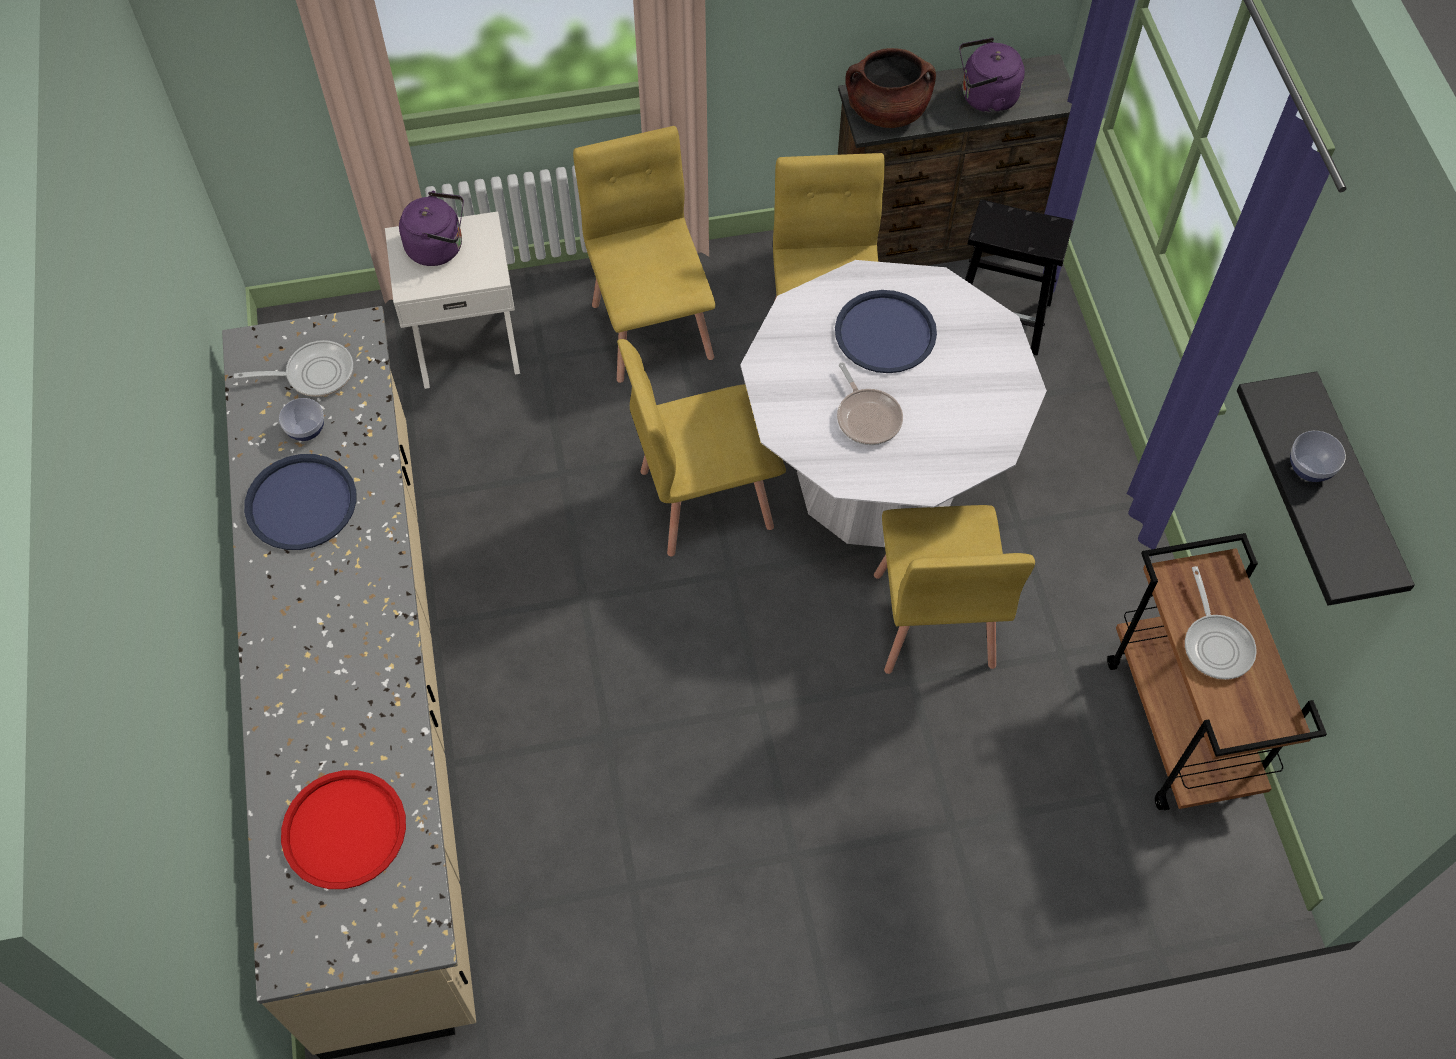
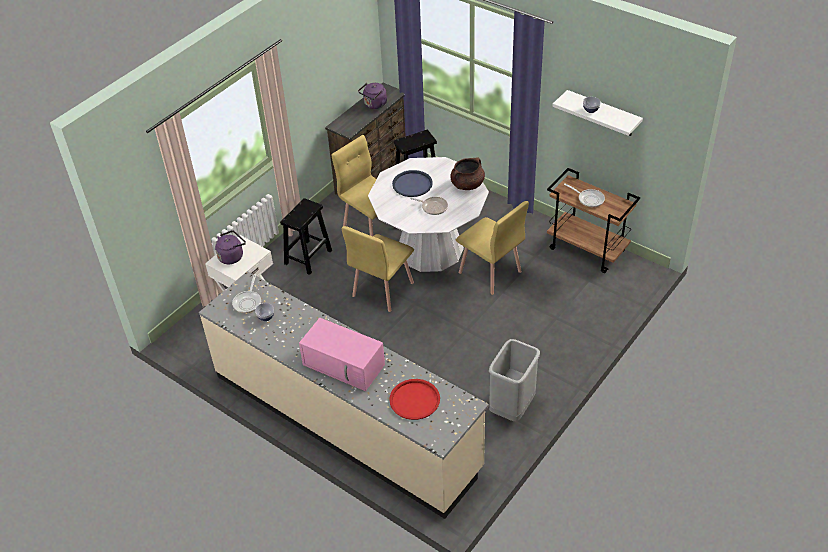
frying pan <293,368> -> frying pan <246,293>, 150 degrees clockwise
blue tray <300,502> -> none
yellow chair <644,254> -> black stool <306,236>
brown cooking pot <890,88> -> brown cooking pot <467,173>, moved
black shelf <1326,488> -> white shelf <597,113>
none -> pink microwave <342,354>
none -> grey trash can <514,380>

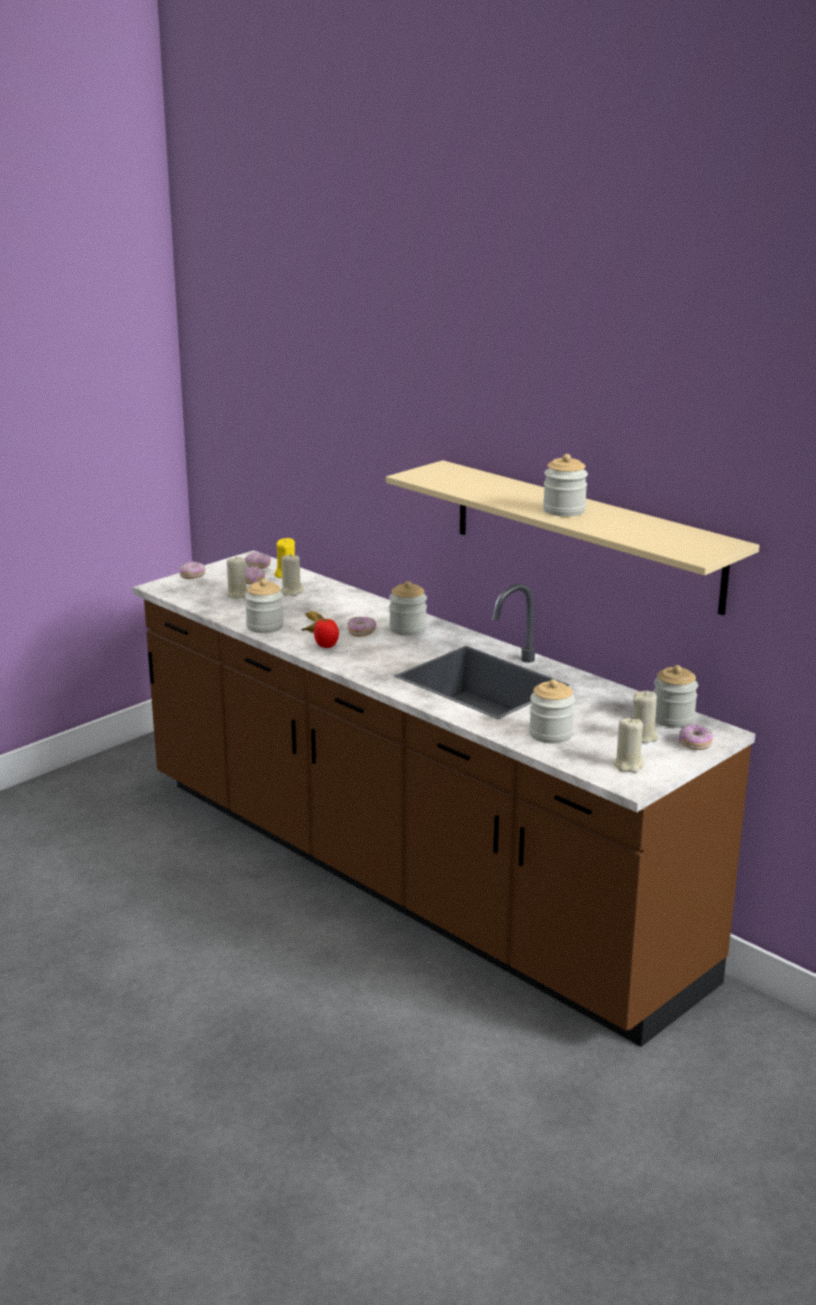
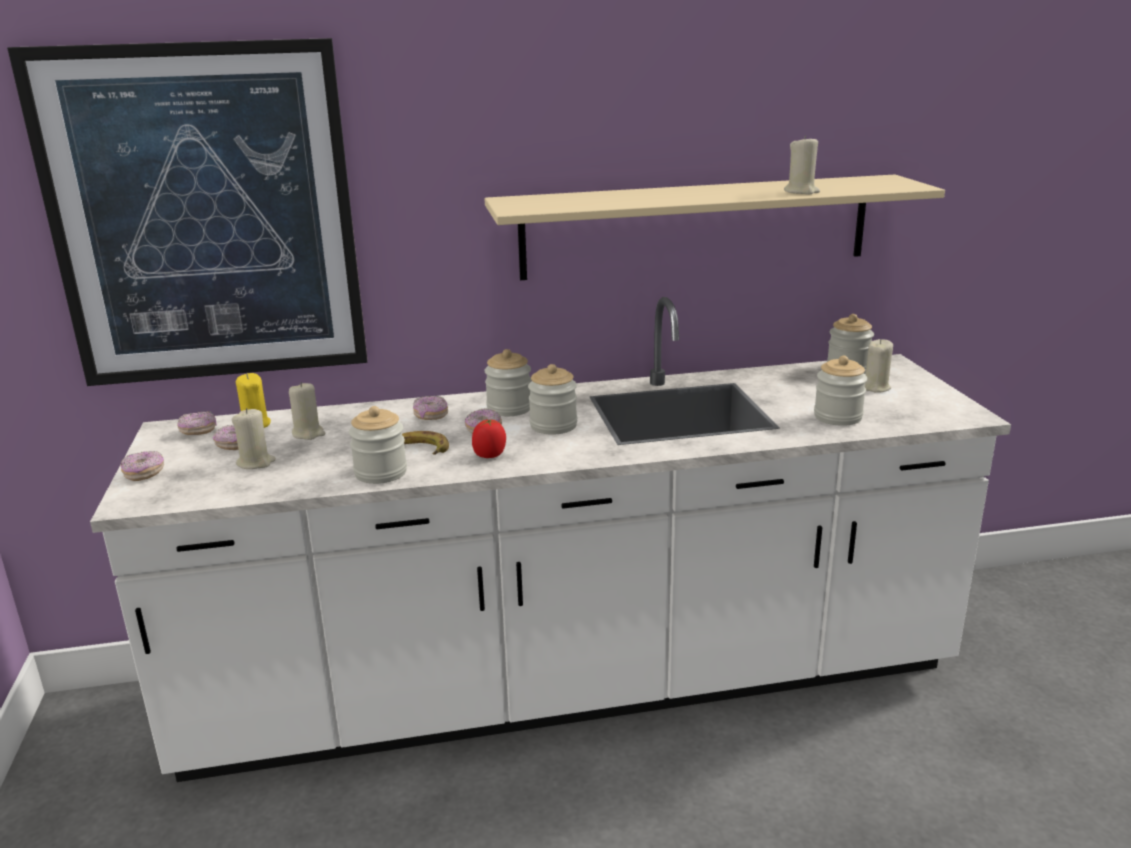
brown counter <444,798> -> white counter <550,539>
jar <565,485> -> jar <552,399>, moved
beige candle <628,745> -> beige candle <802,164>, moved
donut <696,737> -> donut <430,408>, moved
none -> picture <187,212>

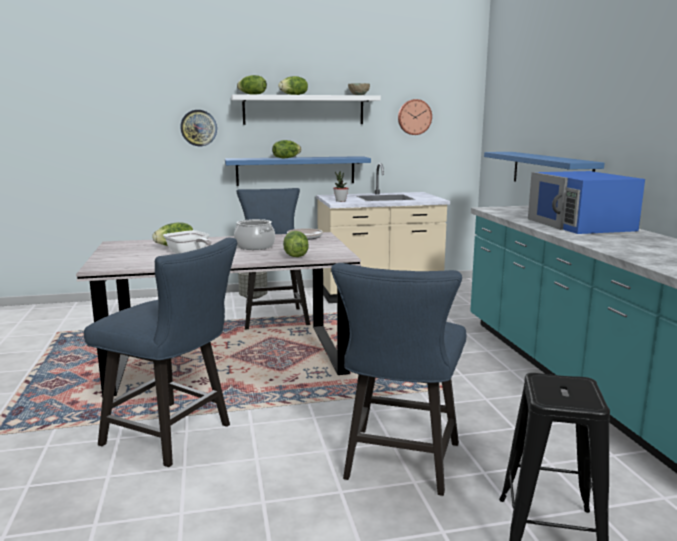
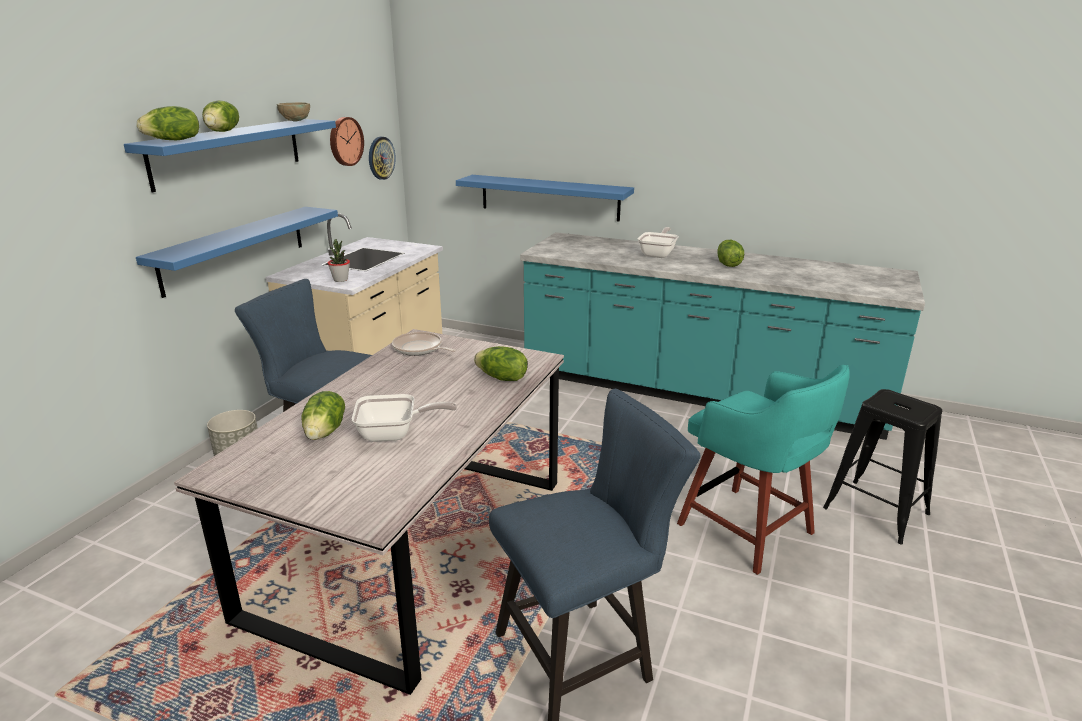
wall clock <198,128> -> wall clock <382,158>, moved
white shelf <306,109> -> blue shelf <230,155>
cooking pot <254,234> -> none
lettuce <286,149> -> lettuce <730,253>, moved
blue chair <398,379> -> turquoise stool <763,470>
blue microwave <586,202> -> frying pan <658,242>

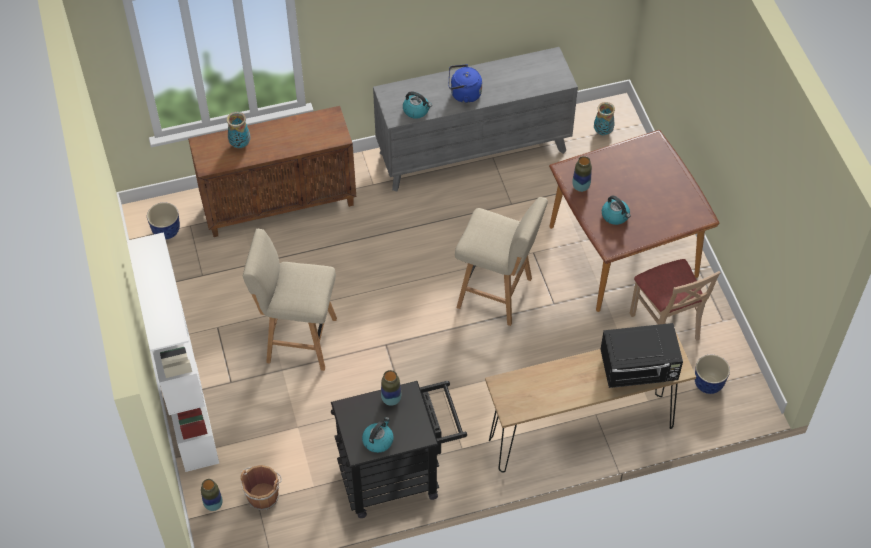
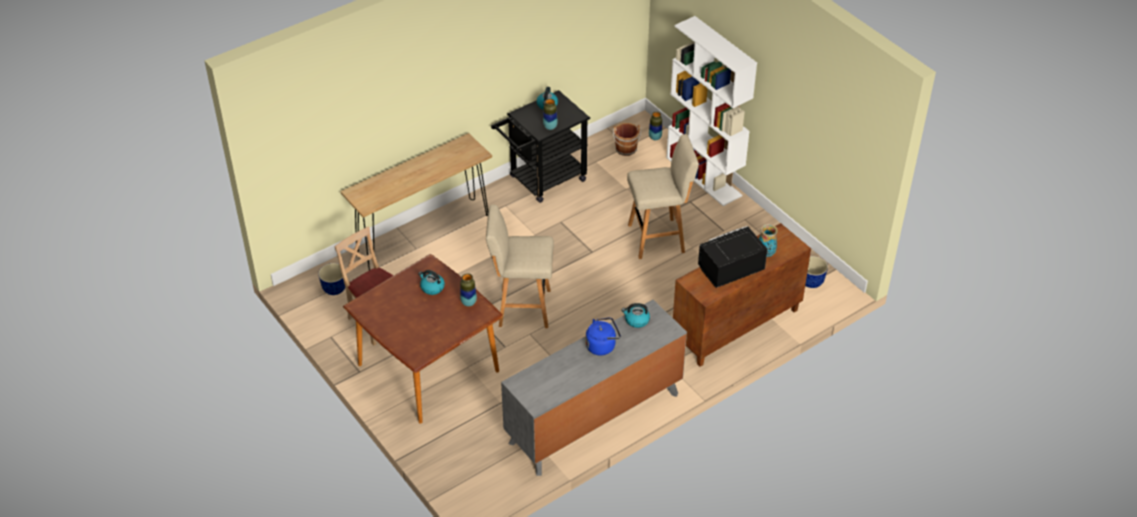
vase <604,118> -> none
black microwave <641,355> -> black microwave <733,257>, moved

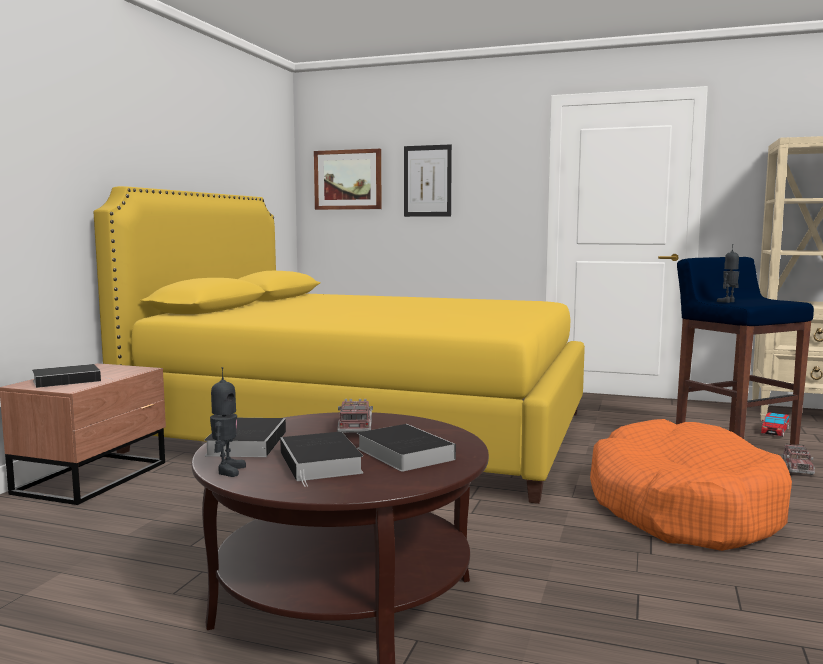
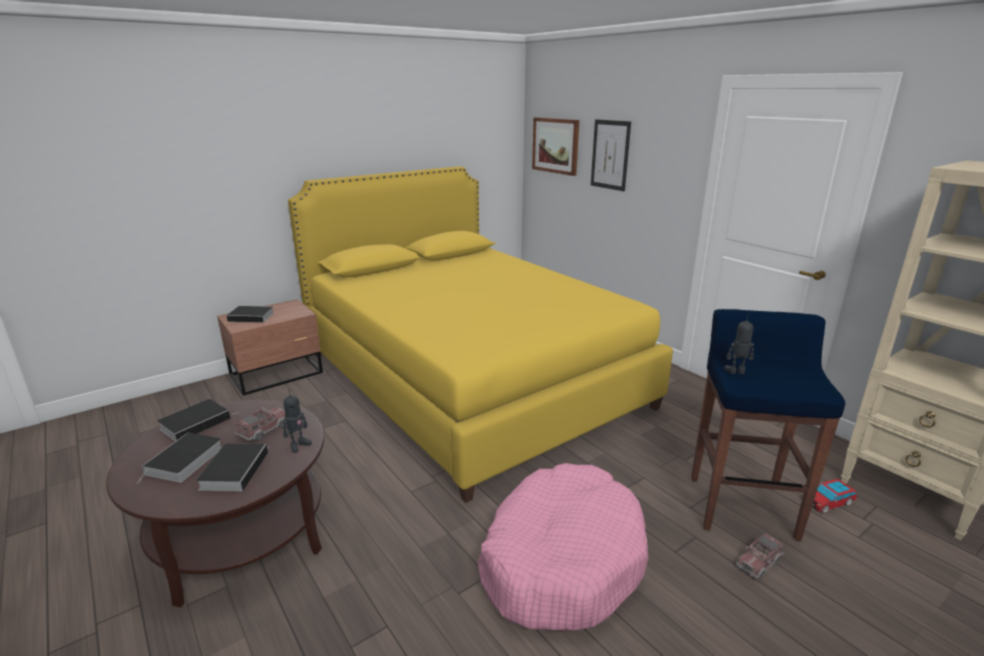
toy robot <228,422> -> toy robot <297,421>, moved
orange dog bed <691,485> -> pink dog bed <563,547>

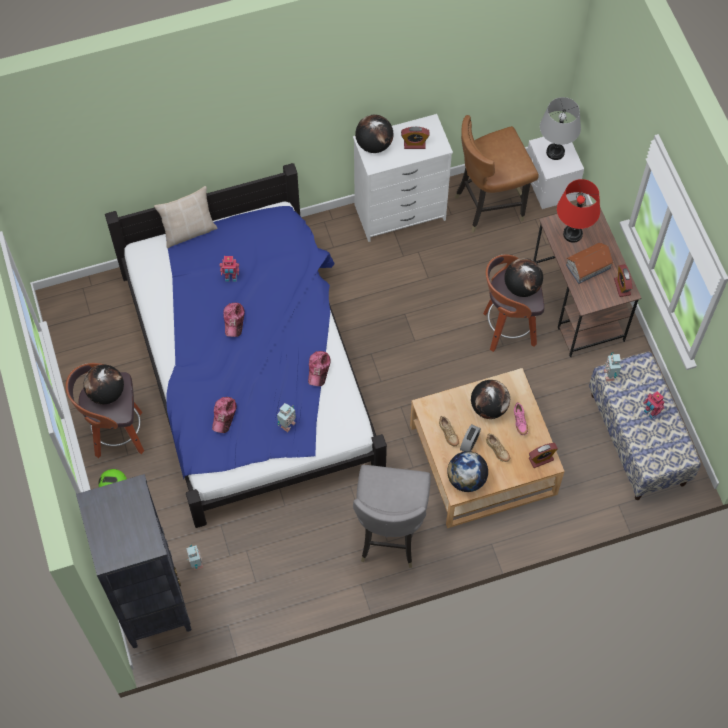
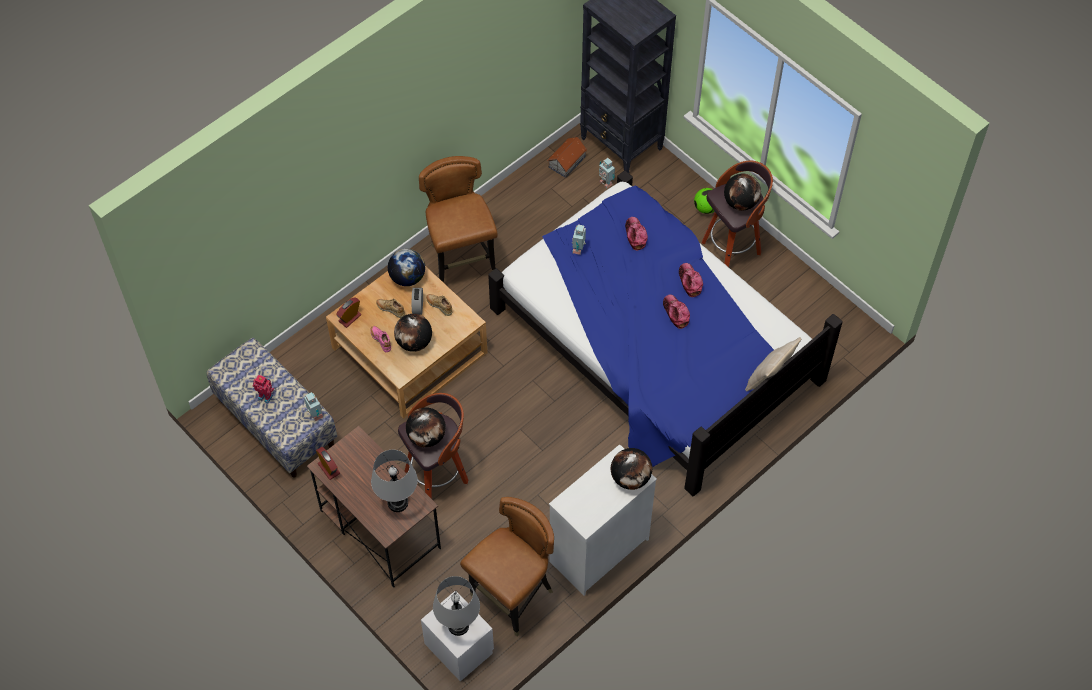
toy robot <229,269> -> none
cap <319,368> -> cap <691,280>, moved
grey chair <392,516> -> brown chair <458,219>
alarm clock <415,138> -> none
red table lamp <578,211> -> grey table lamp <394,481>
toy house <590,263> -> toy house <567,157>, moved

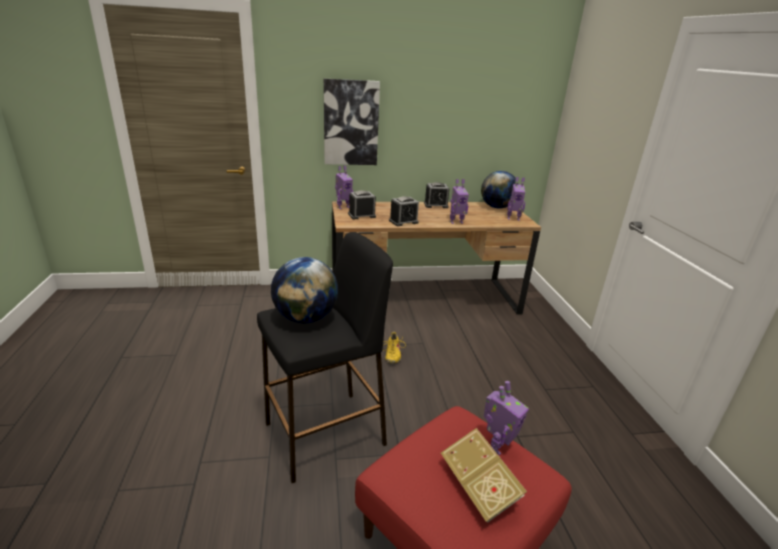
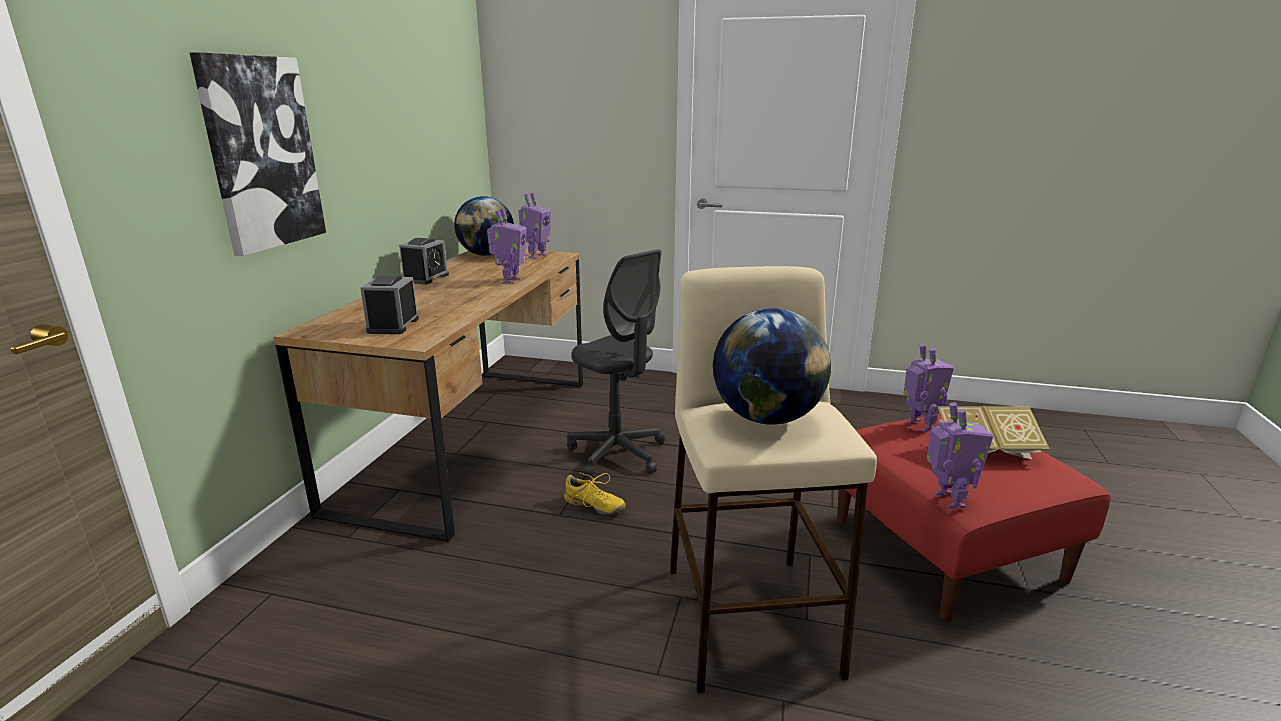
black stool <325,357> -> beige stool <773,479>
toy robot <344,187> -> toy robot <959,455>, moved
alarm clock <404,211> -> none
none -> grey office chair <616,363>

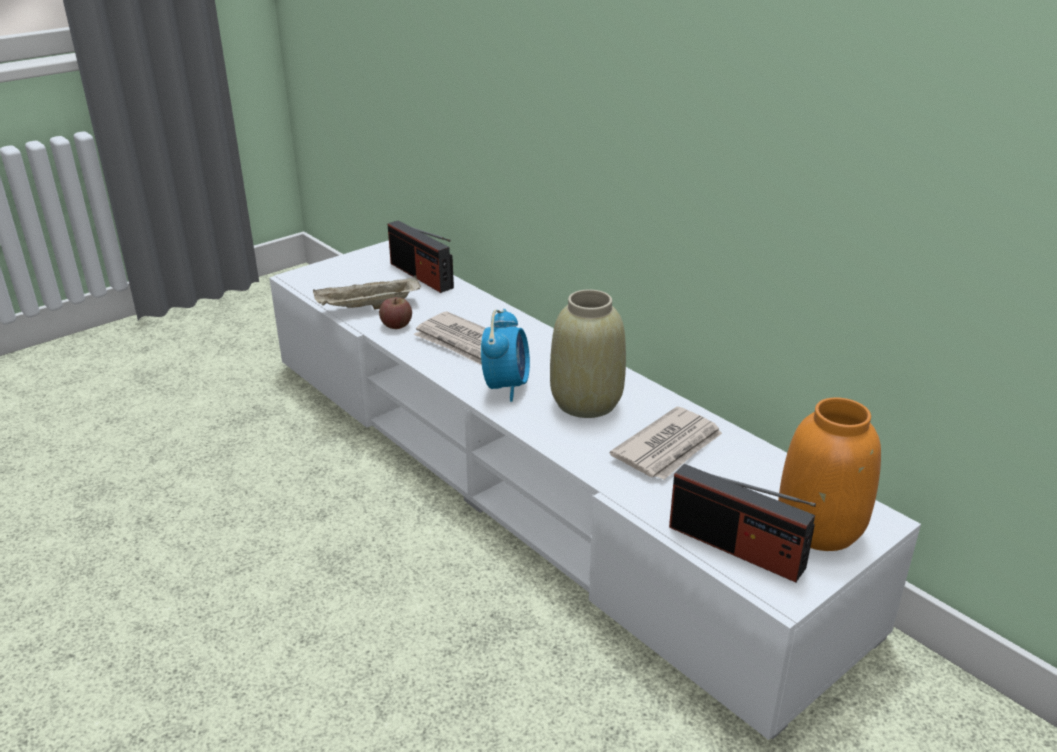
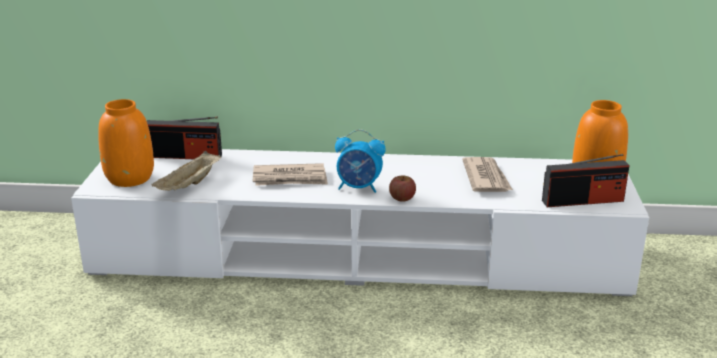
apple <395,313> -> apple <402,189>, moved
alarm clock <505,355> -> alarm clock <360,161>, 135 degrees clockwise
beige vase <588,353> -> none
none -> orange vase <126,143>

